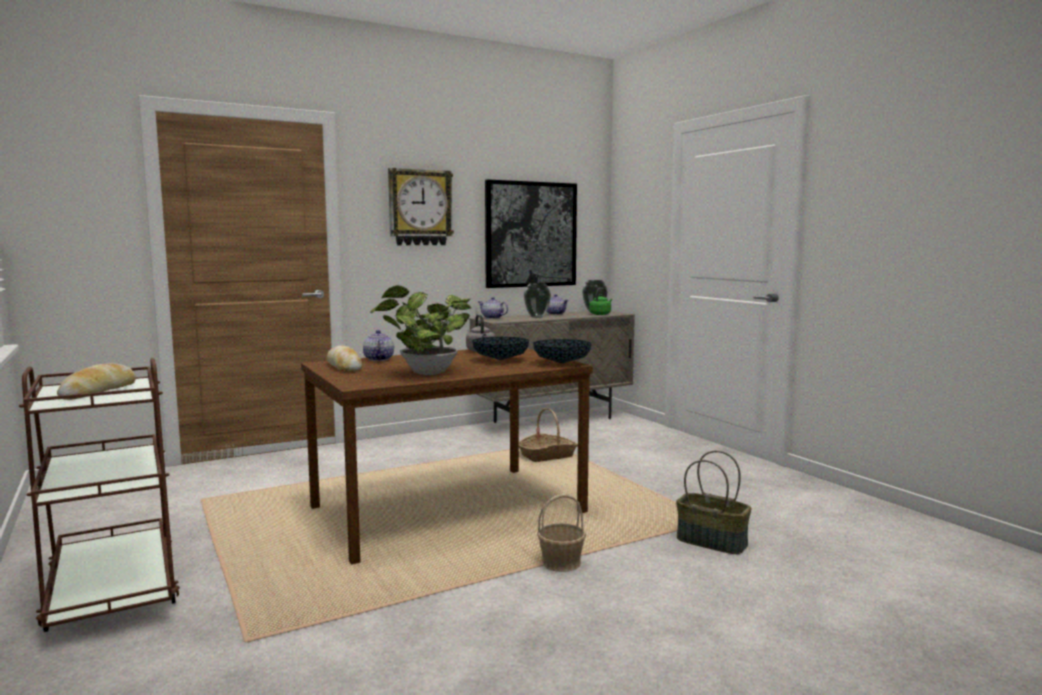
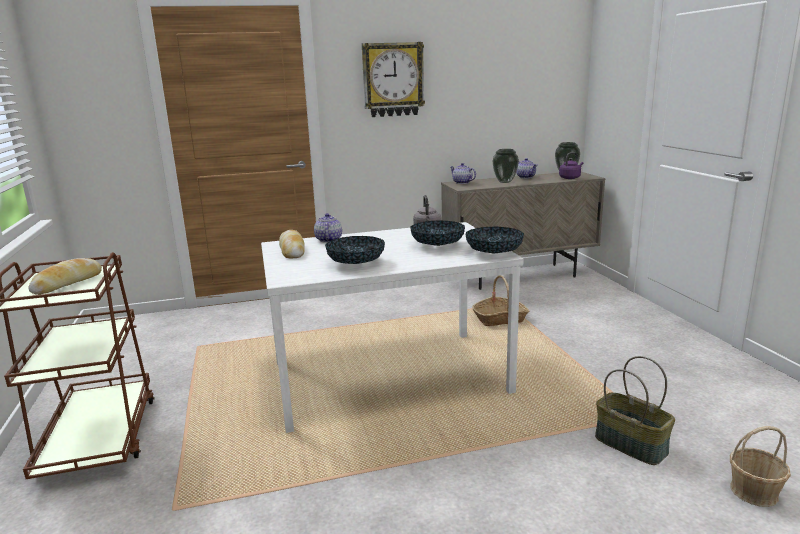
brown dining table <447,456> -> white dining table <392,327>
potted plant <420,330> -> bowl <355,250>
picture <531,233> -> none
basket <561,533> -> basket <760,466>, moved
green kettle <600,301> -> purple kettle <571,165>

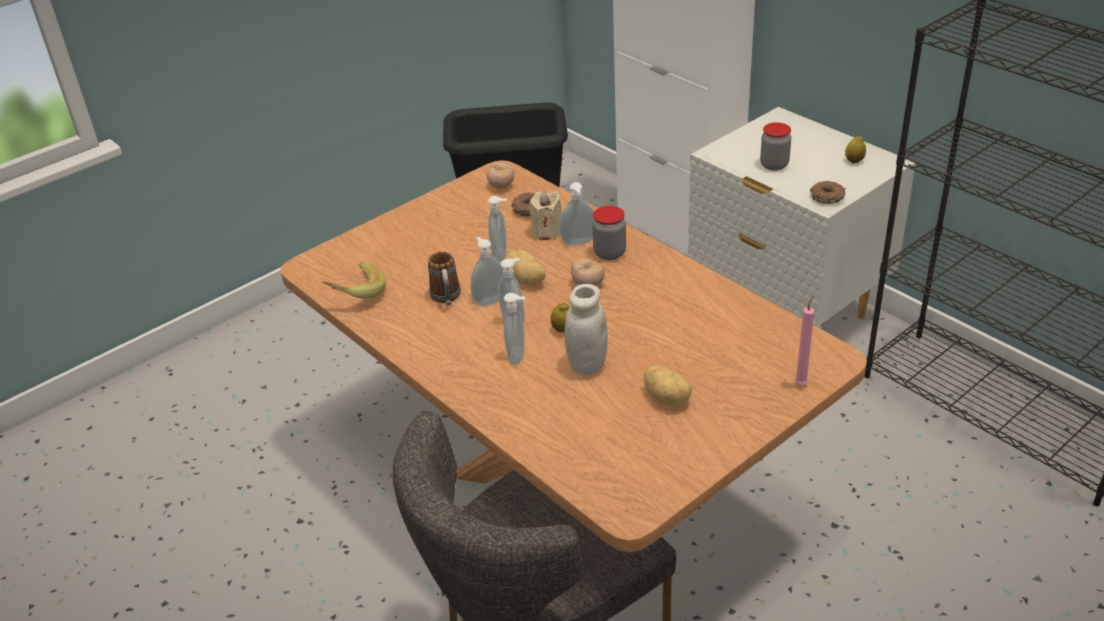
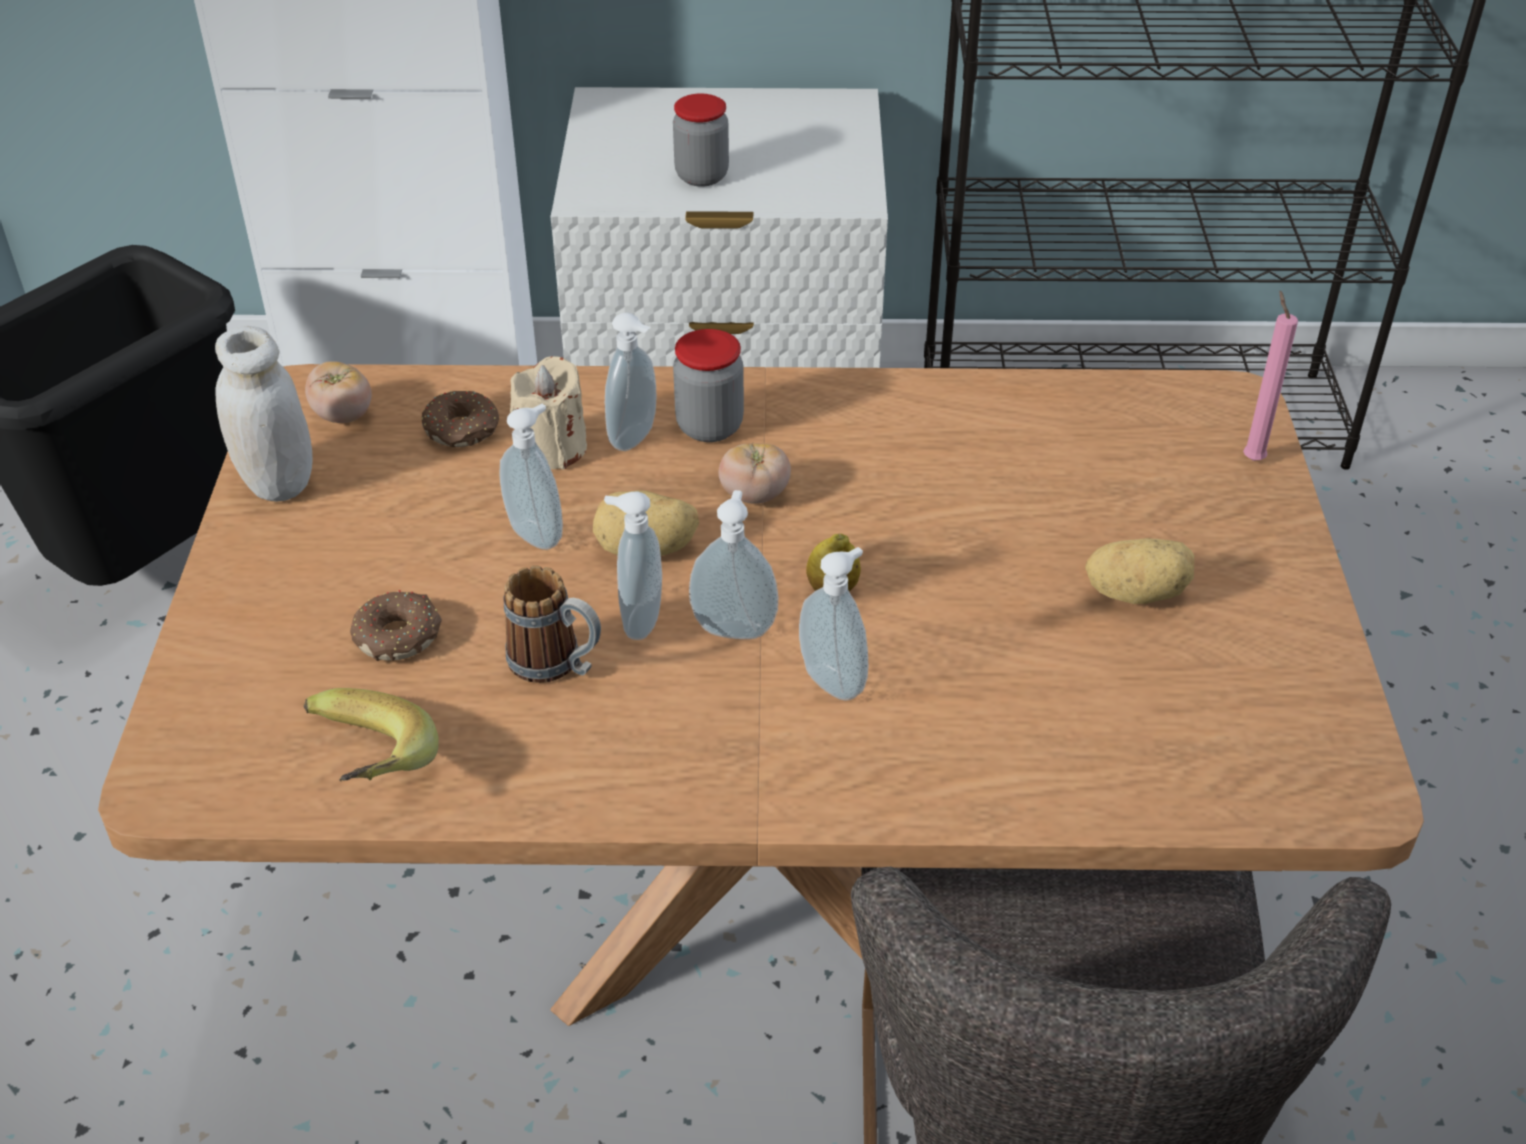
white jar <586,329> -> white jar <264,414>, moved
donut <827,192> -> donut <396,625>, moved
lemon <855,149> -> none

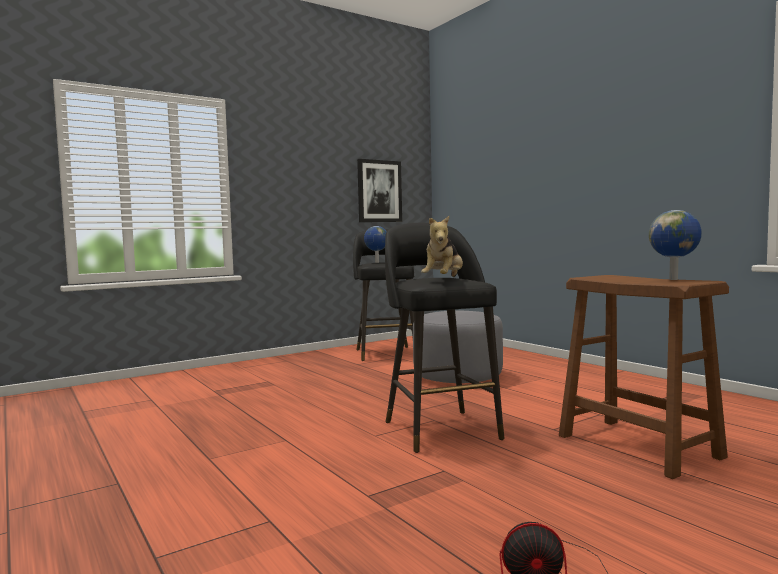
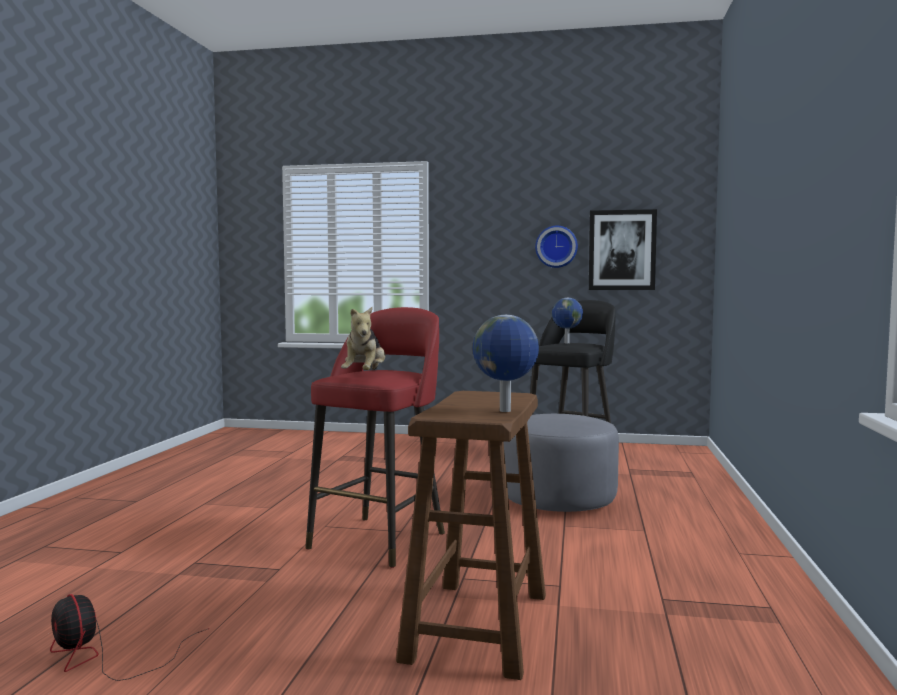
black stool <444,338> -> red stool <375,437>
plush toy <442,246> -> plush toy <363,338>, 60 degrees counterclockwise
none -> wall clock <556,247>

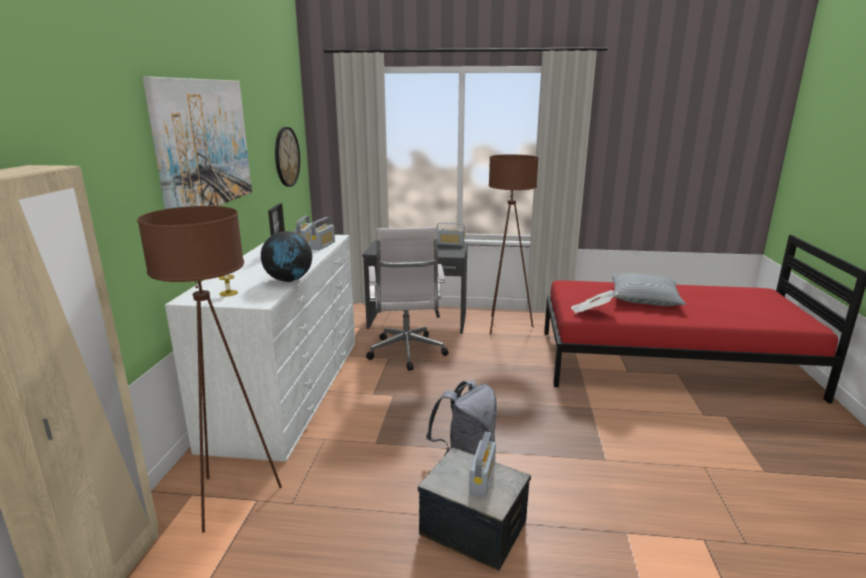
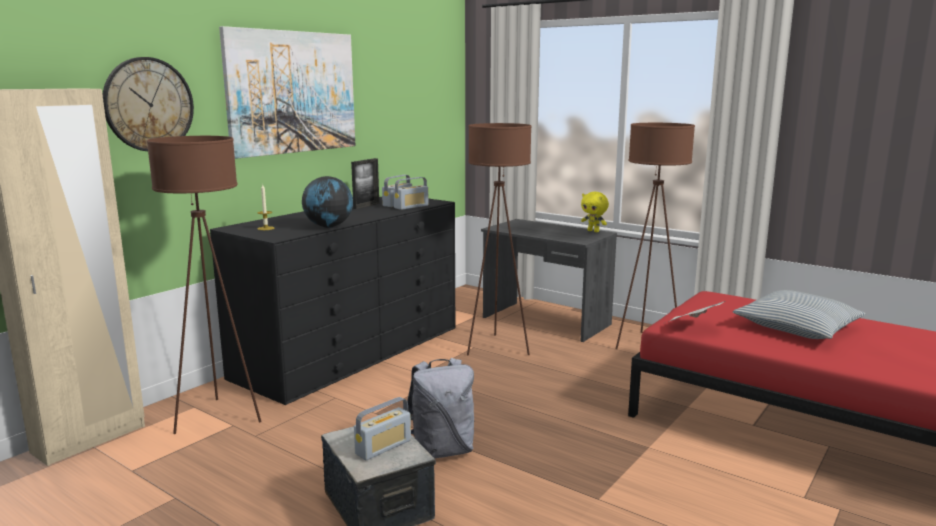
white dresser <260,348> -> black dresser <332,301>
wall clock <287,157> -> wall clock <148,104>, moved
white office chair <407,299> -> brown floor lamp <499,239>
radio <451,234> -> yellow plush toy <595,212>

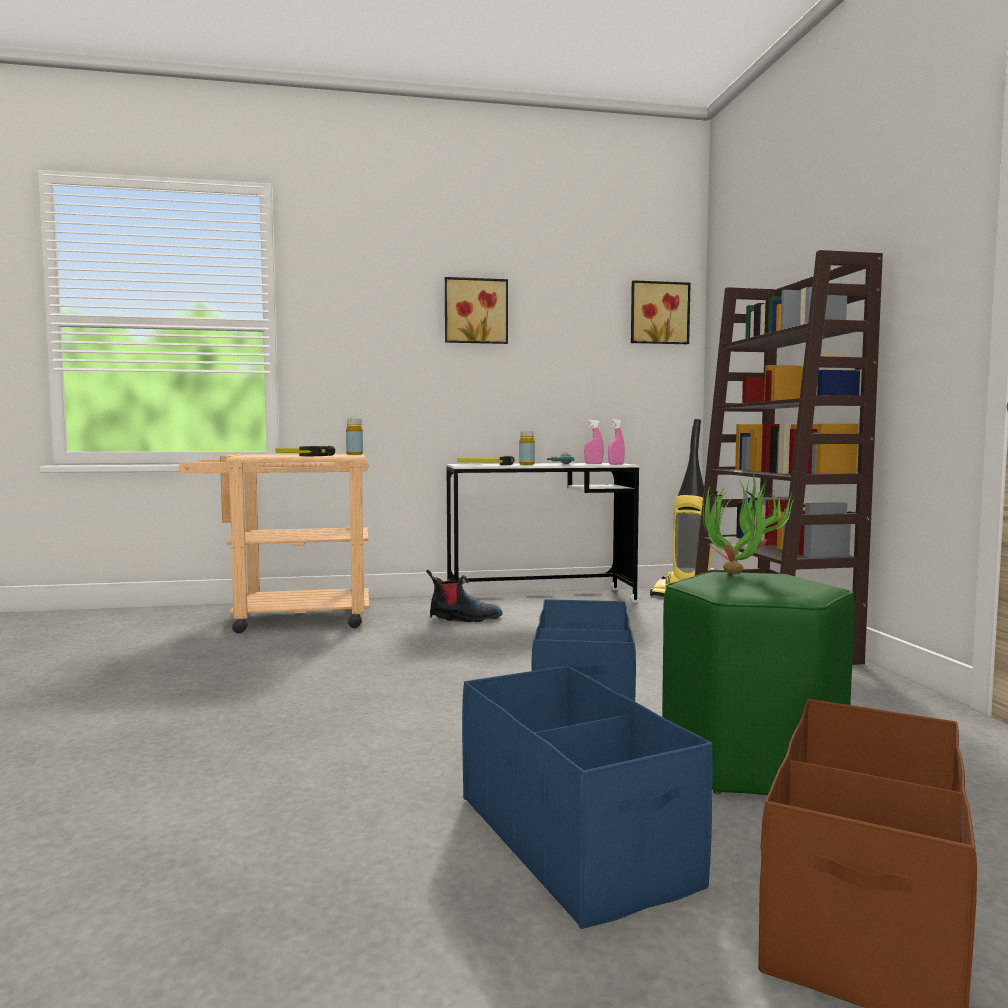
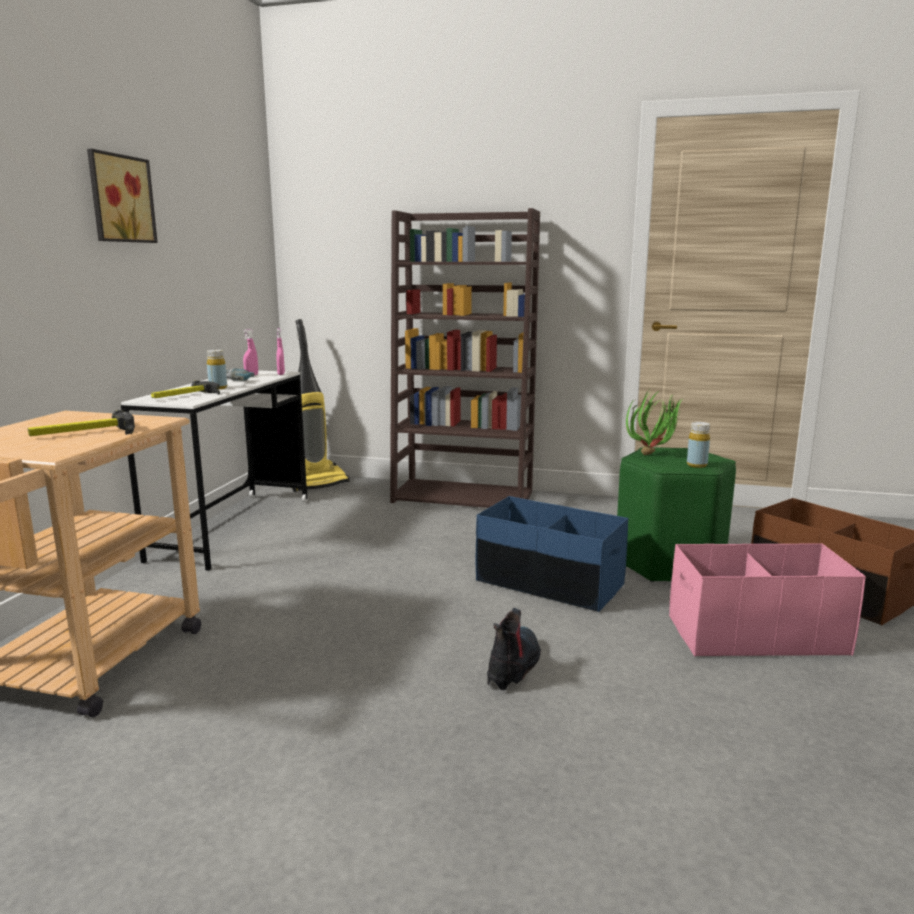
yellow bottle <354,437> -> yellow bottle <698,445>, moved
boot <464,595> -> boot <514,649>, moved
blue storage box <587,797> -> pink storage box <767,600>
picture <661,312> -> none

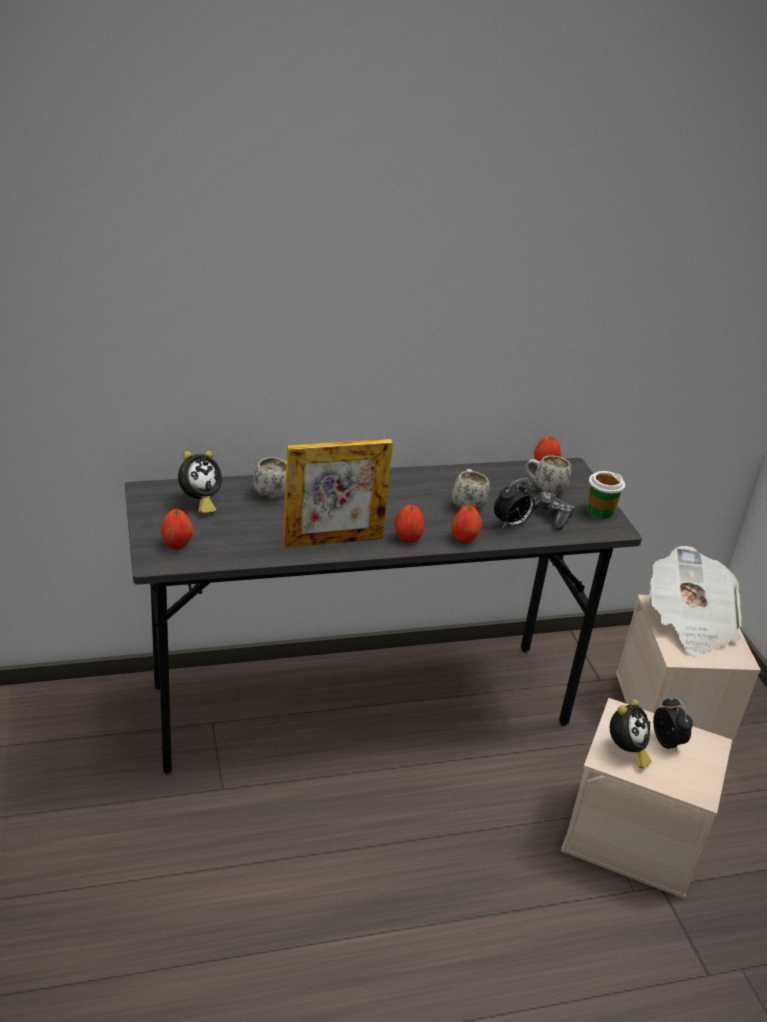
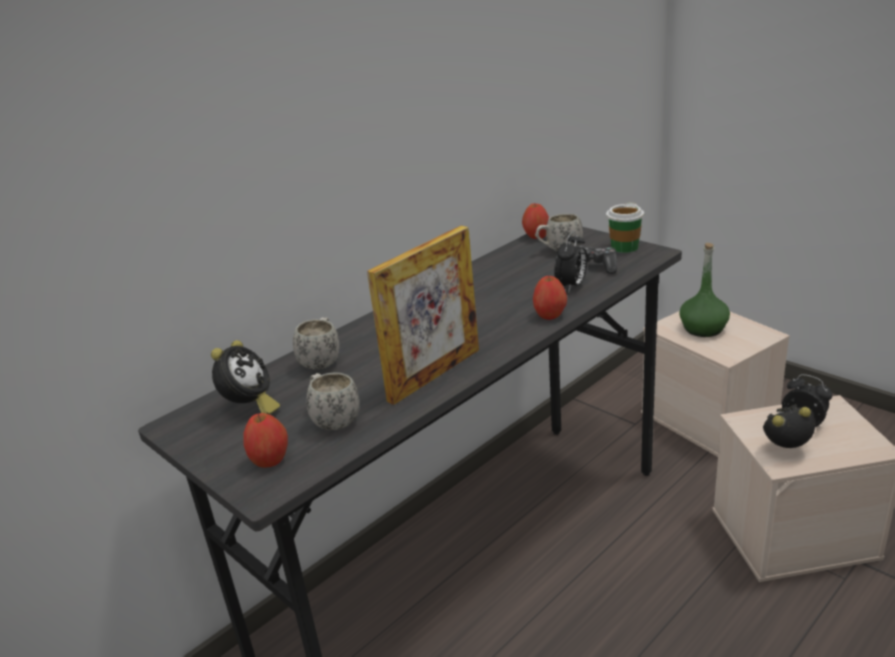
apple <409,524> -> none
white mug <471,489> -> white mug <332,401>, moved
alarm clock <630,734> -> alarm clock <789,426>, 105 degrees counterclockwise
newspaper <695,601> -> green bottle <704,290>

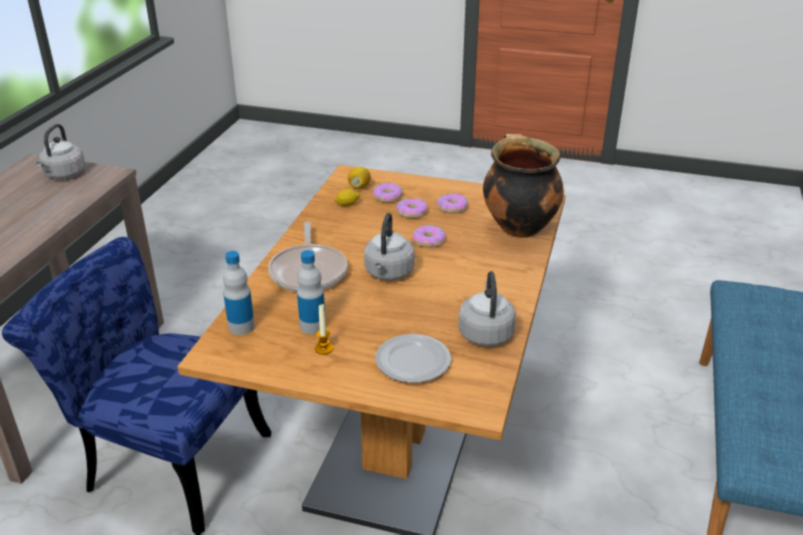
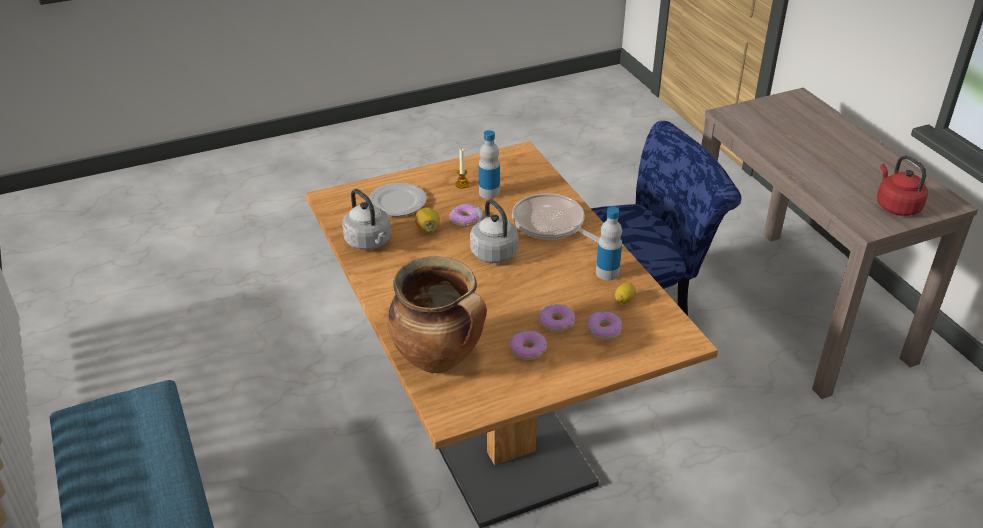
grey kettle <60,151> -> red kettle <902,186>
bottle <239,293> -> bottle <609,243>, moved
lemon <359,178> -> lemon <427,219>, moved
donut <429,236> -> donut <464,215>, moved

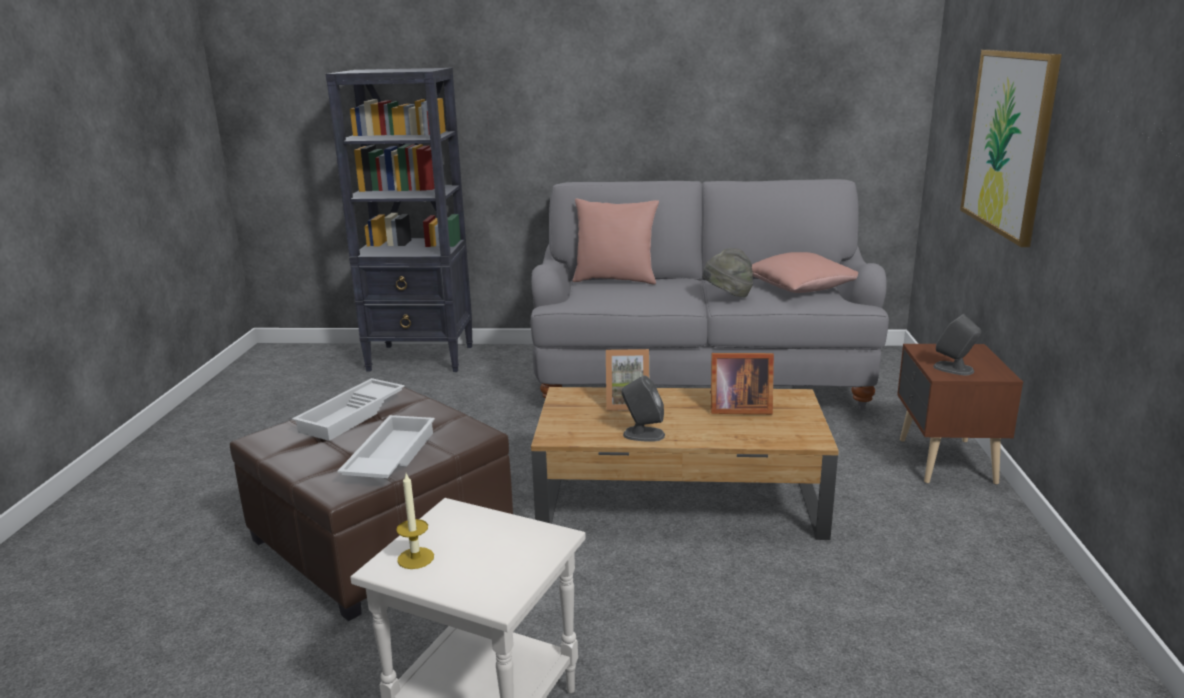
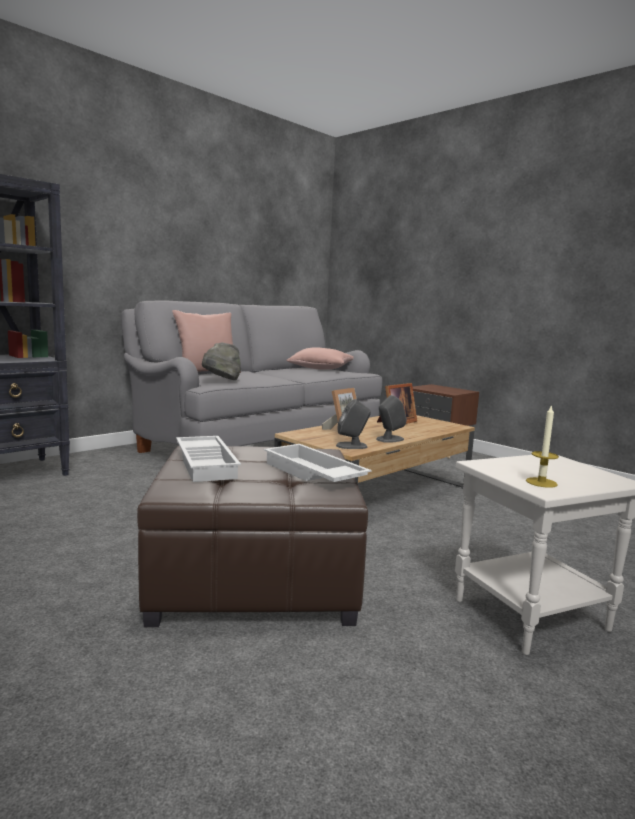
grey hat <728,273> -> grey hat <221,361>, moved
grey speaker <957,344> -> grey speaker <353,424>, moved
picture <1011,148> -> none

